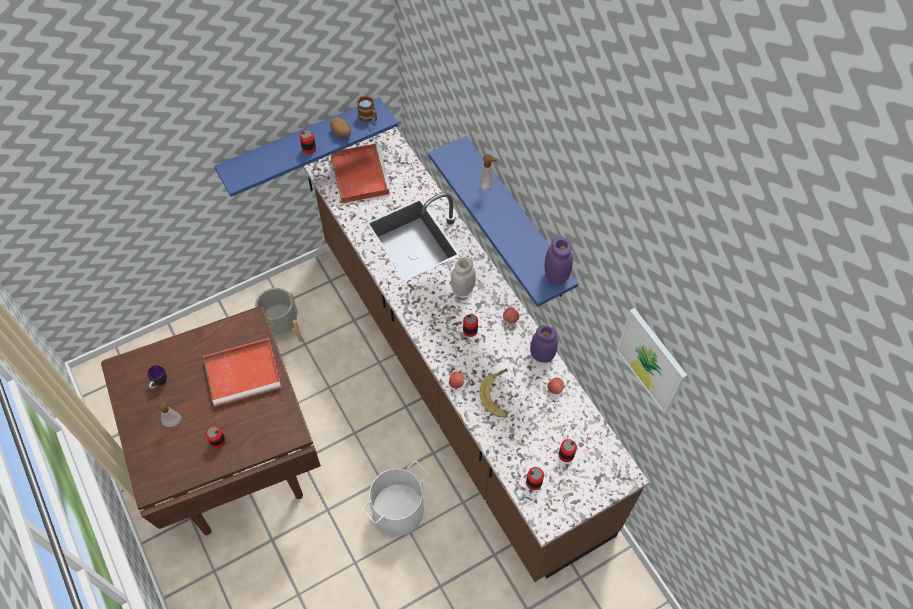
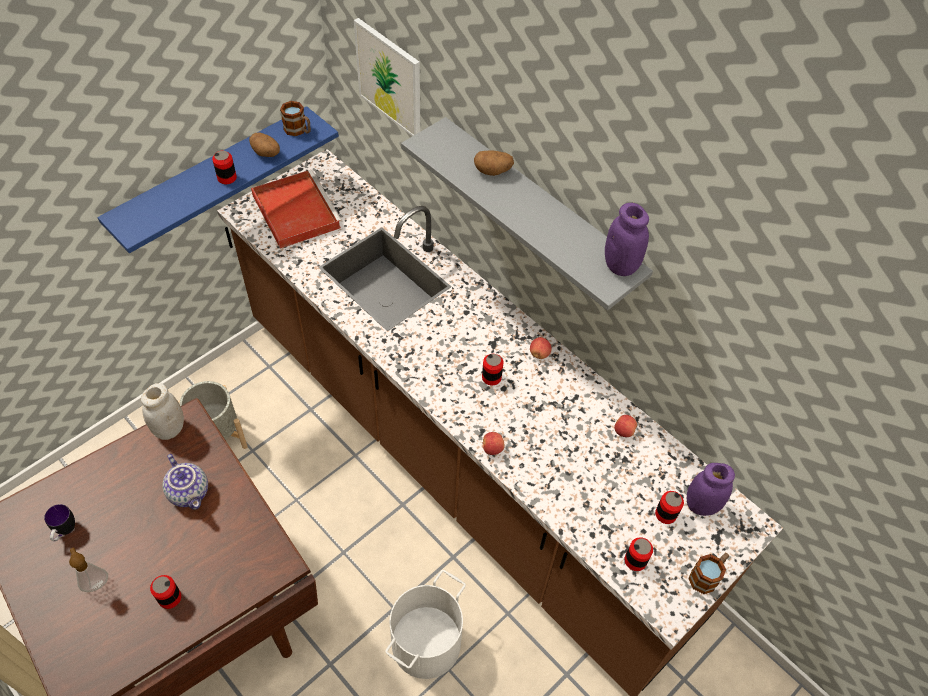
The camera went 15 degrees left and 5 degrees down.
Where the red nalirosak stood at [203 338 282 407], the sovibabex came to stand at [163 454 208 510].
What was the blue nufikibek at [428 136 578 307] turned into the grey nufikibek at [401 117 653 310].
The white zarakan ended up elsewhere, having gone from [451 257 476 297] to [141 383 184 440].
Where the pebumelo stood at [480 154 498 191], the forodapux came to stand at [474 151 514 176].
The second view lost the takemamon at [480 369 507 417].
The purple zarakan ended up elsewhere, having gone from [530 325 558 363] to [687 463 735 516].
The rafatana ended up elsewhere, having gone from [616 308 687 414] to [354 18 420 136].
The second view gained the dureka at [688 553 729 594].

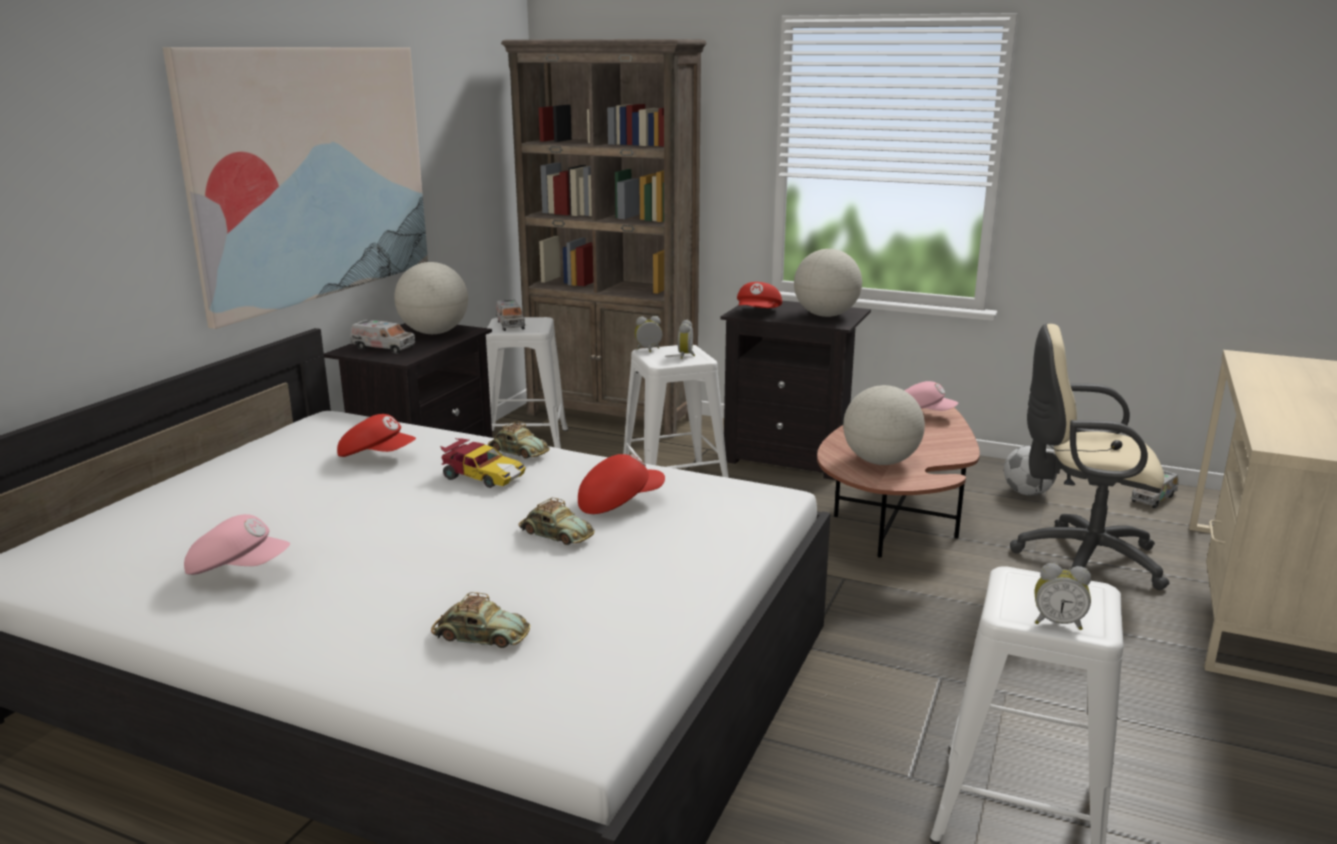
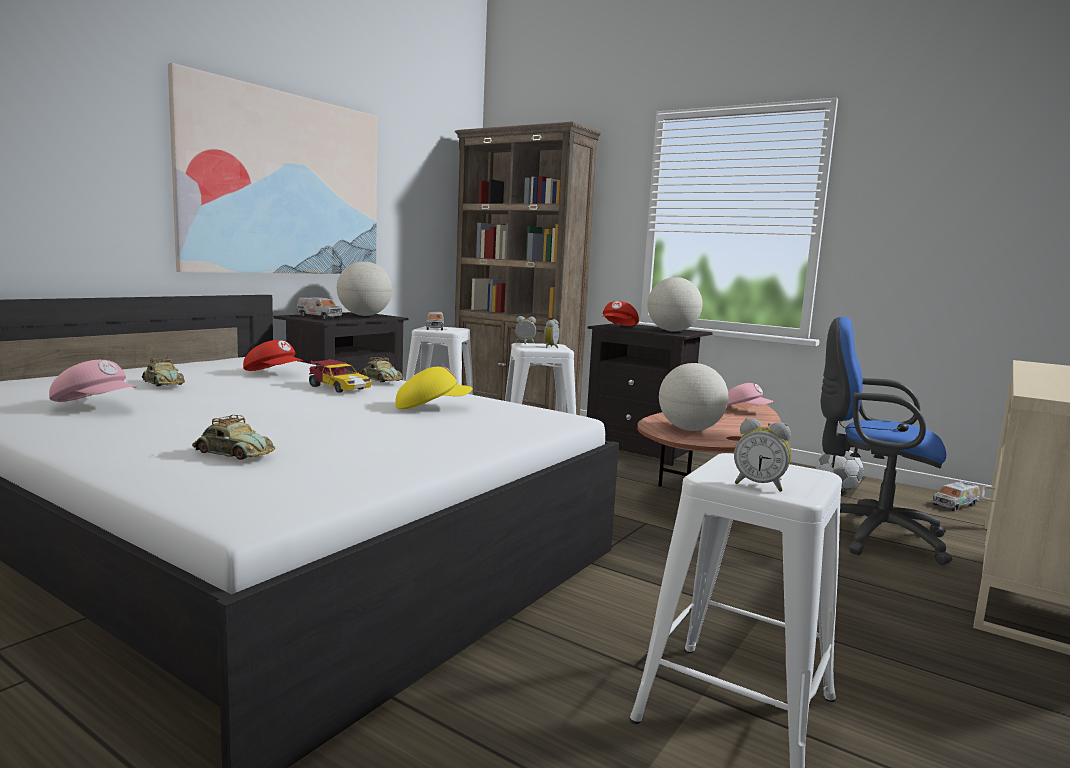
The camera went 10 degrees right and 10 degrees down.
The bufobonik ended up elsewhere, having gone from [519 498 595 545] to [142 358 185 387].
What was the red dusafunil at [578 454 665 514] turned into the yellow dusafunil at [395 367 472 409].
What was the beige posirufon at [1010 324 1169 590] turned into the blue posirufon at [821 317 952 565].

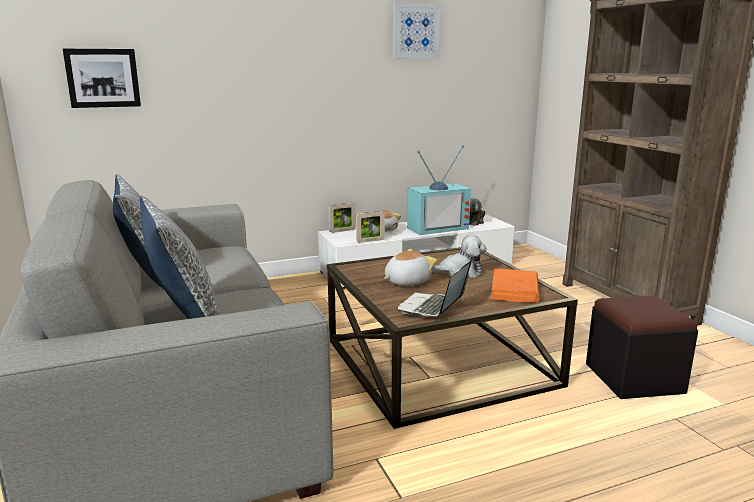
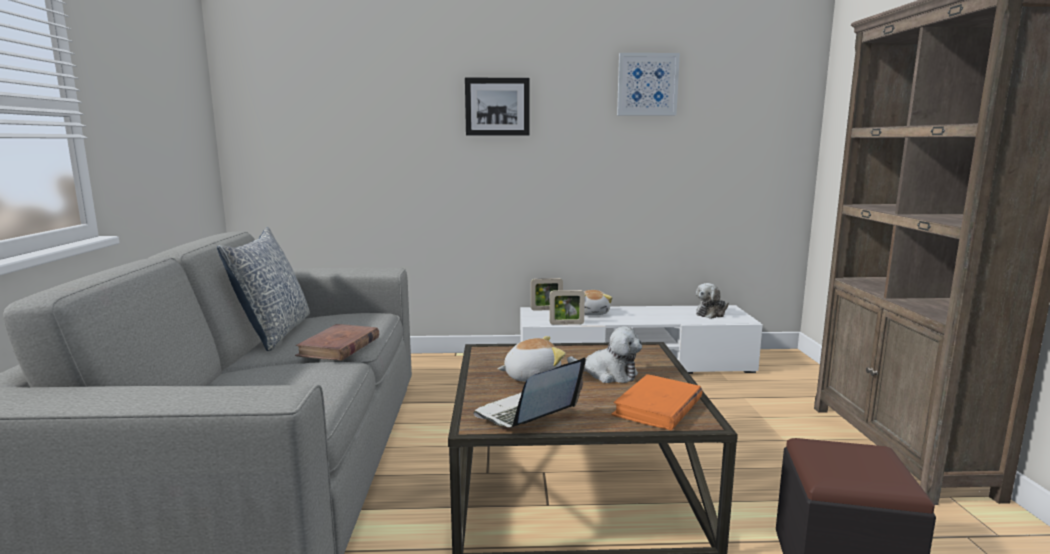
The camera went 20 degrees right and 5 degrees down.
The rafatana ended up elsewhere, having gone from [63 49 141 108] to [465 78 530 135].
The second view lost the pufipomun at [140 196 219 319].
The second view lost the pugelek at [407 145 471 235].
The second view gained the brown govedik at [295 324 379 361].

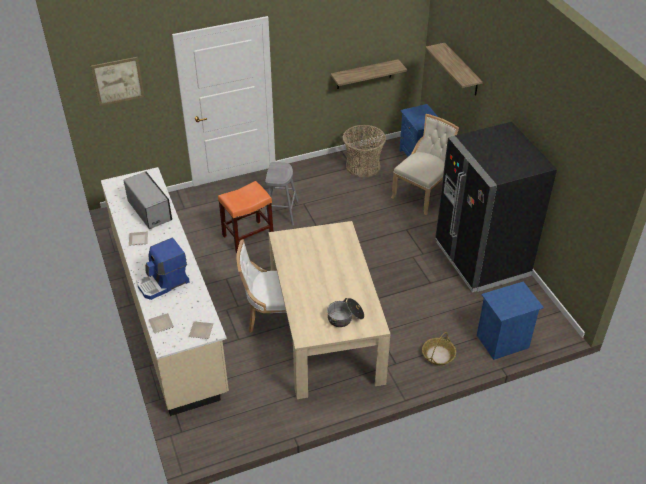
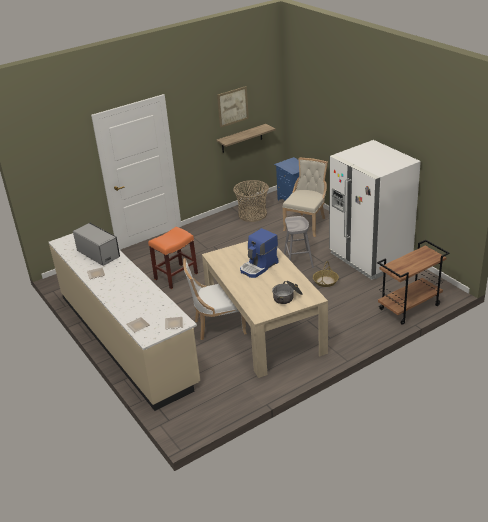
The camera went 10 degrees left and 10 degrees down.
The rafatana ended up elsewhere, having gone from [91 57 145 106] to [217 86 249 128].
The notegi ended up elsewhere, having gone from [138 238 190 300] to [240 228 279 278].
The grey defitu ended up elsewhere, having gone from [264 162 298 225] to [284 216 314 268].
The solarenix ended up elsewhere, having gone from [422 332 456 365] to [313 261 339 287].
The second view lost the nufikibek at [425 43 483 96].
What was the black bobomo at [435 122 557 292] turned into the white bobomo at [329 140 421 280].
Where the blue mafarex stood at [476 281 544 360], the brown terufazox came to stand at [377 240 450 325].

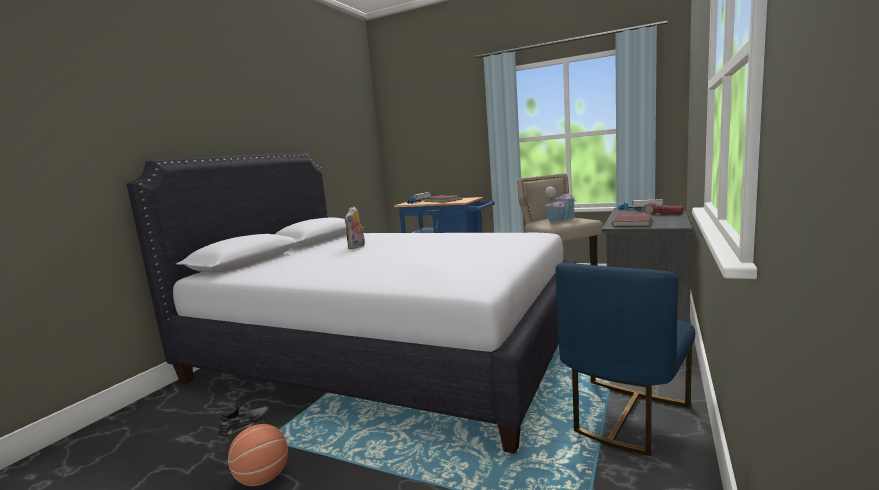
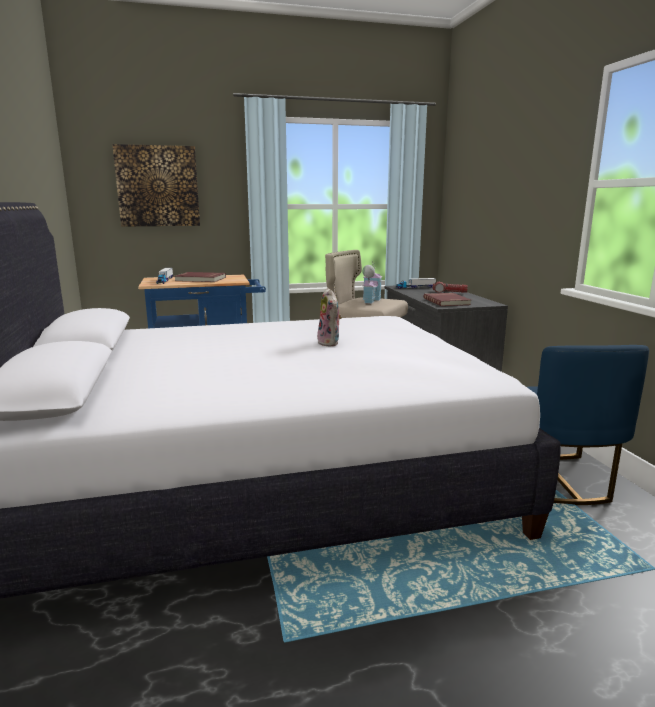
The camera went 40 degrees left and 5 degrees up.
The second view lost the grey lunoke at [218 405 270 437].
The second view lost the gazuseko at [228 424 288 486].
The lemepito ended up elsewhere, having gone from [345 206 365 249] to [317 288 342 347].
The second view gained the rafatana at [112 144 200 227].

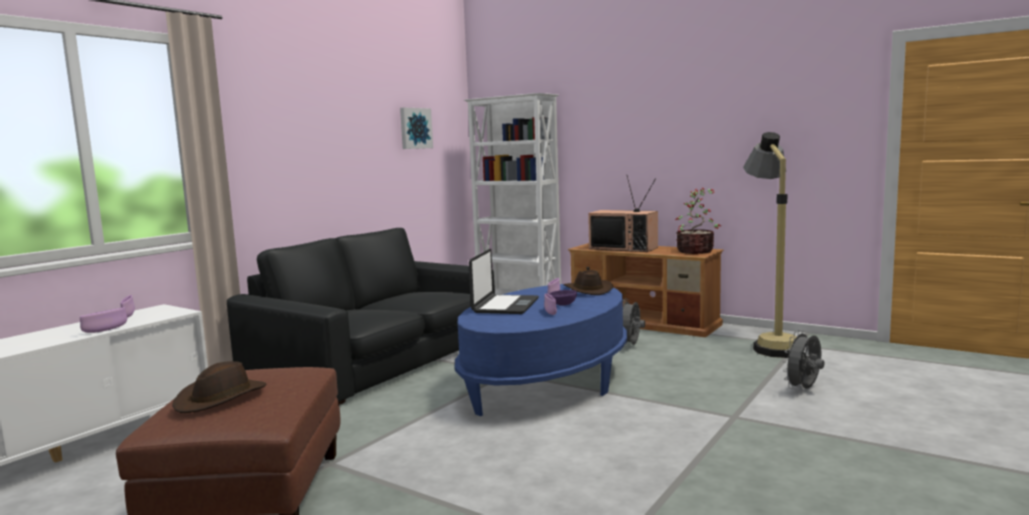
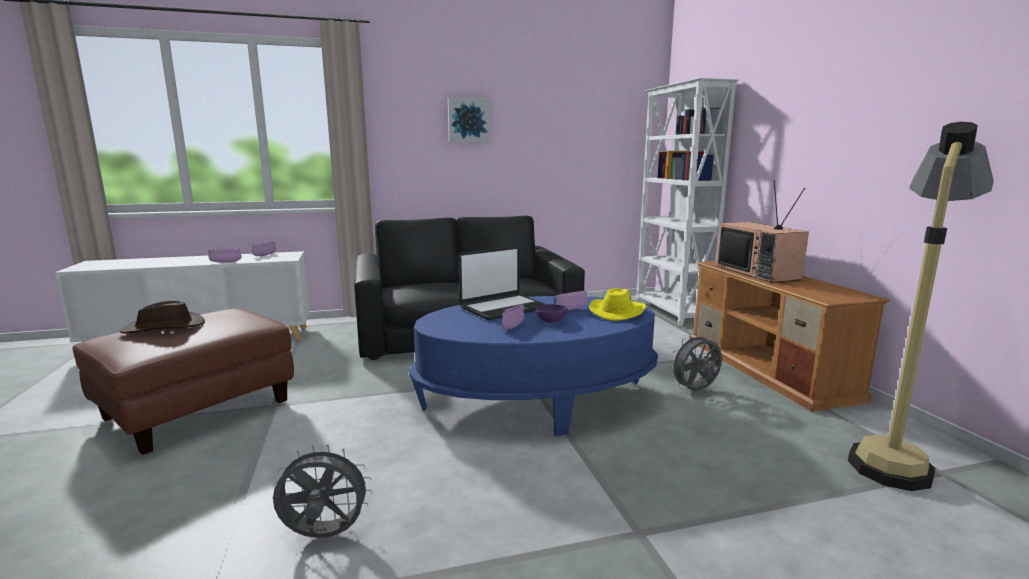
The camera went 40 degrees right and 5 degrees up.
The rafatana ended up elsewhere, having gone from [400 107 433 149] to [448 98 490 142].
What was the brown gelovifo at [564 270 613 295] turned into the yellow gelovifo at [589 288 646 321].
The second view lost the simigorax at [675 188 721 254].
The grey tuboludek ended up elsewhere, having gone from [783 330 825 390] to [273 444 372 538].

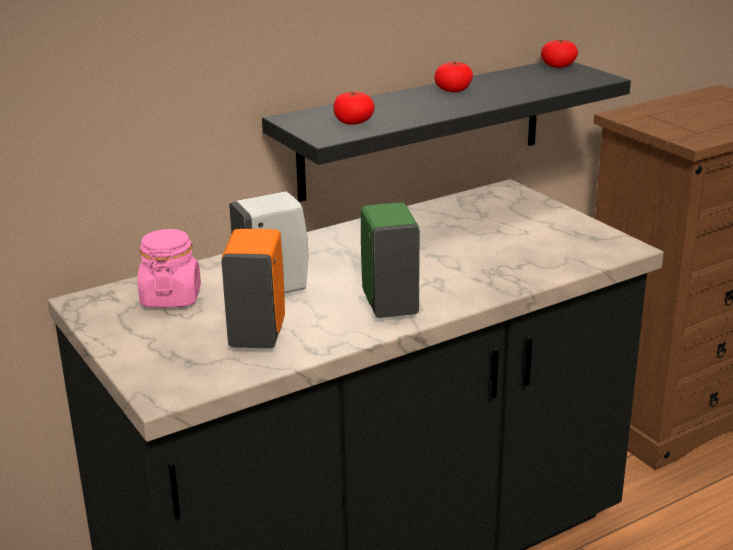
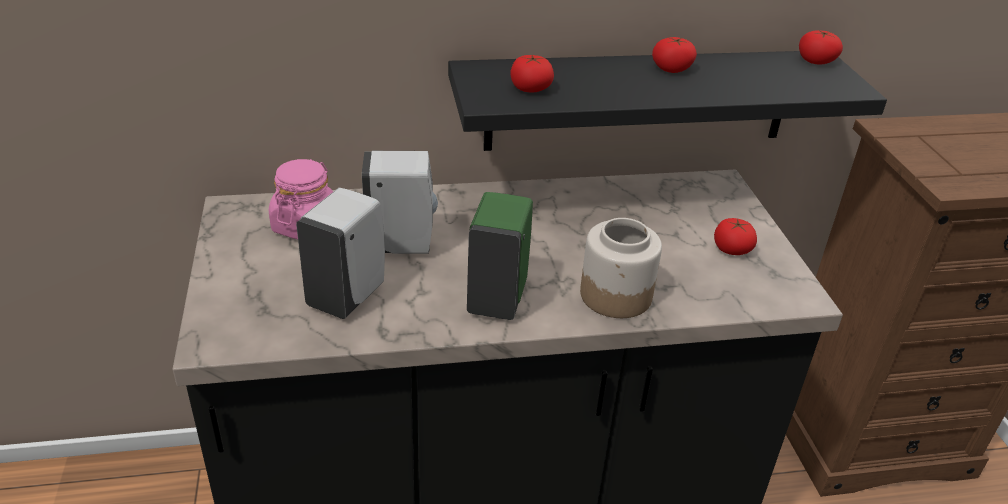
The camera went 20 degrees right and 10 degrees up.
What was the orange pebumelo at [221 229 285 348] turned into the white pebumelo at [296 188 385 319].
The second view gained the zarakan at [580 218 662 318].
The second view gained the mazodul at [714 218 757 255].

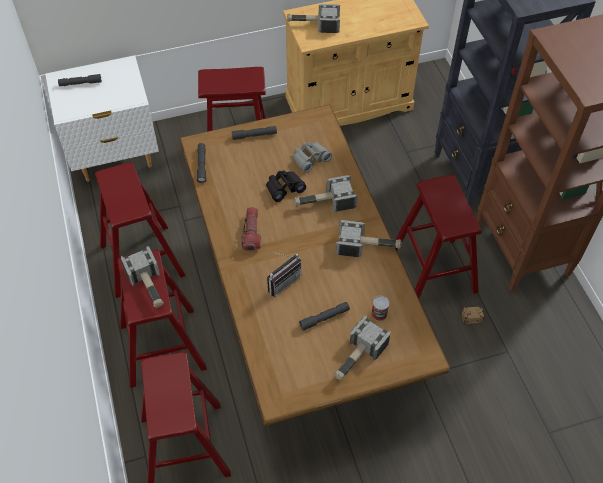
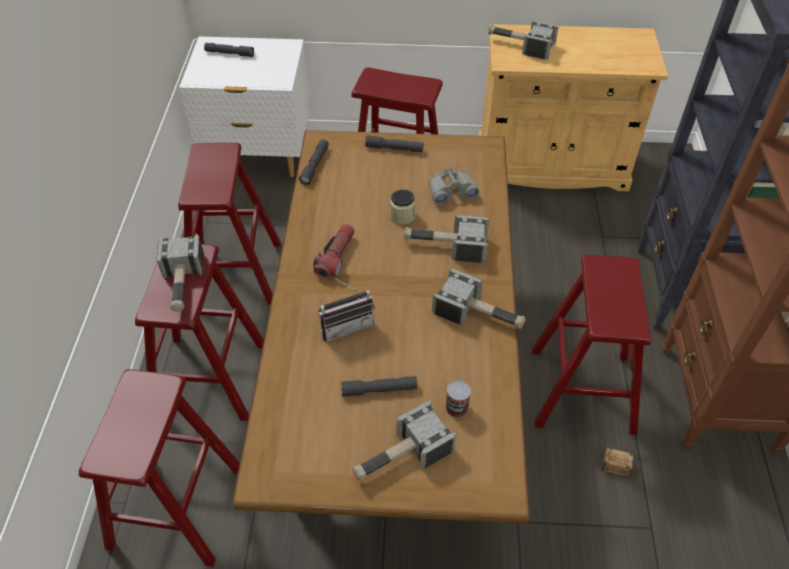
The camera went 20 degrees right and 5 degrees down.
Where the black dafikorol stood at [266 171 306 202], the zarakan came to stand at [390 189 416 224].

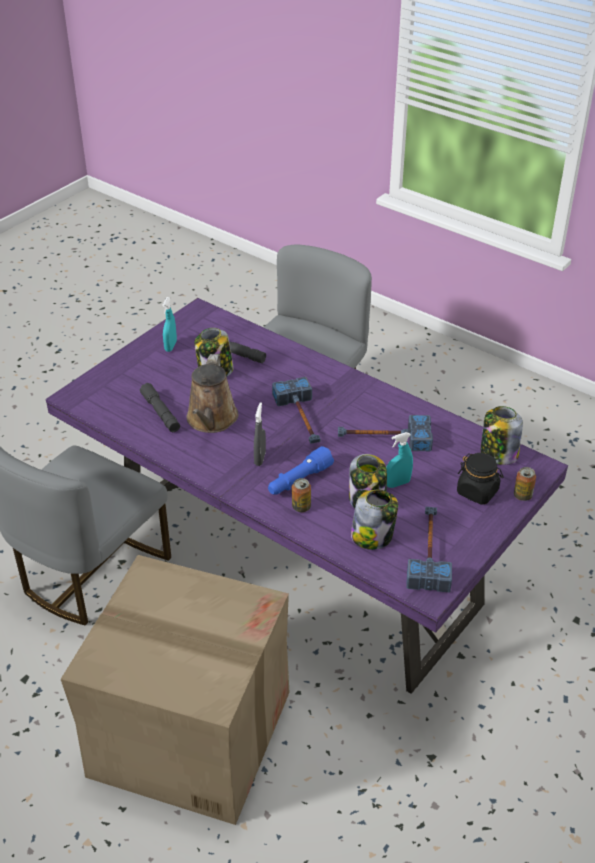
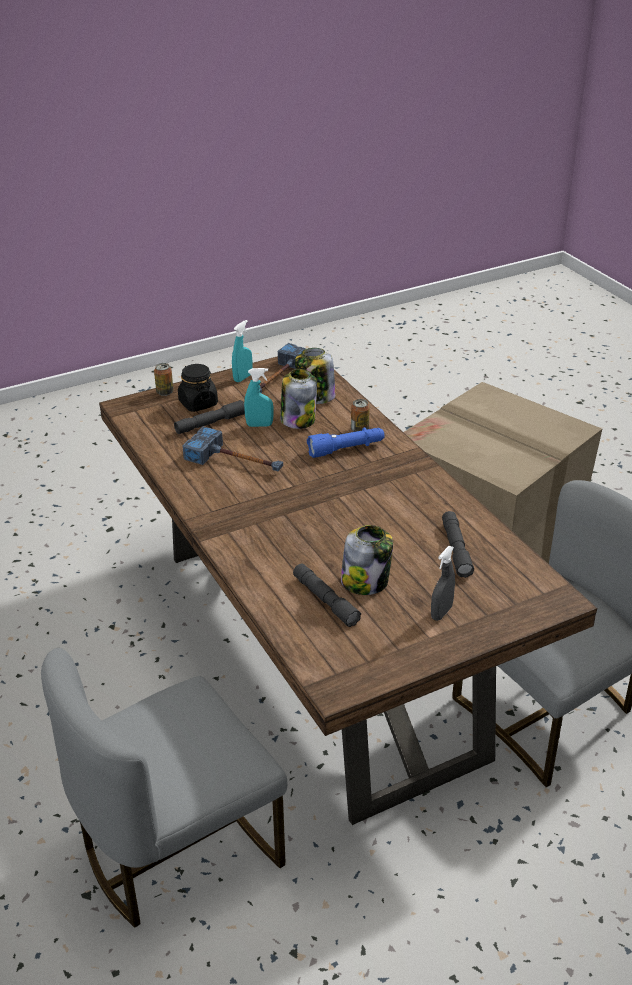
The camera went 155 degrees left and 5 degrees down.
What was the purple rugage at [46 298 568 694] turned into the brown rugage at [99 356 597 825].
The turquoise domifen ended up elsewhere, having gone from [162 297 177 352] to [232 320 252 382].
The second view lost the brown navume at [187 354 238 433].
The grey domifen ended up elsewhere, having gone from [254 402 266 466] to [431 546 455 621].
The second view lost the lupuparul at [272 377 320 444].
The second view lost the zarakan at [481 406 523 465].
The second view gained the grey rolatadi at [174 400 245 434].

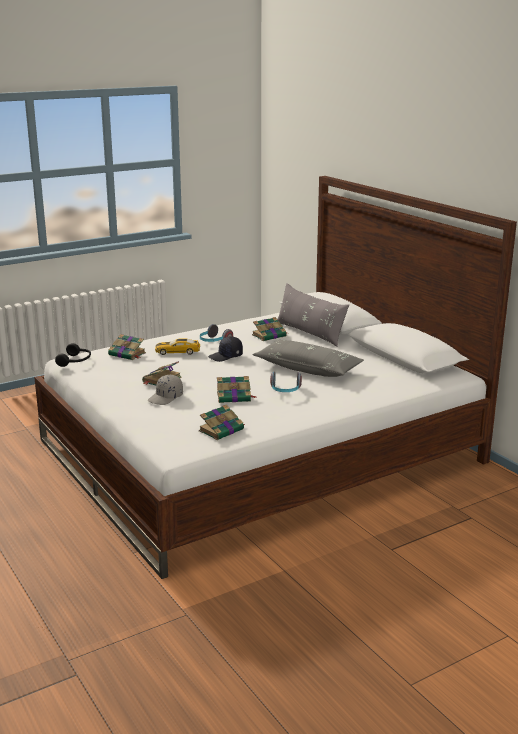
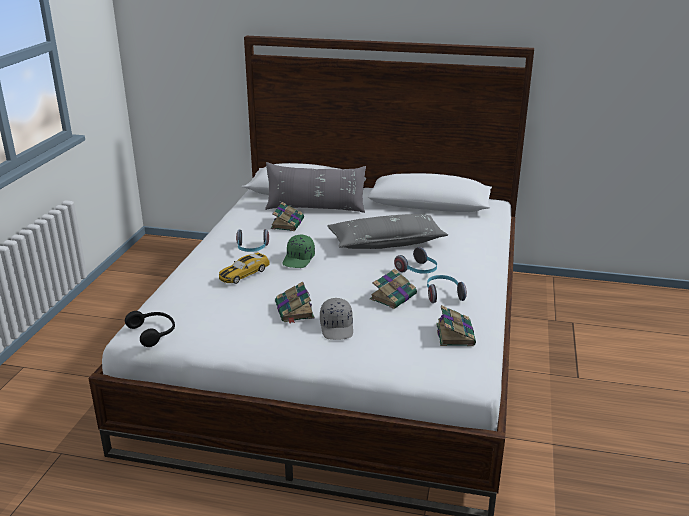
The camera went 45 degrees left and 5 degrees up.
The second view lost the govedik at [108 334 146 360].
What was the black dusafunil at [208 336 243 362] turned into the green dusafunil at [282 235 315 268].
The second view gained the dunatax at [427 275 467 303].

